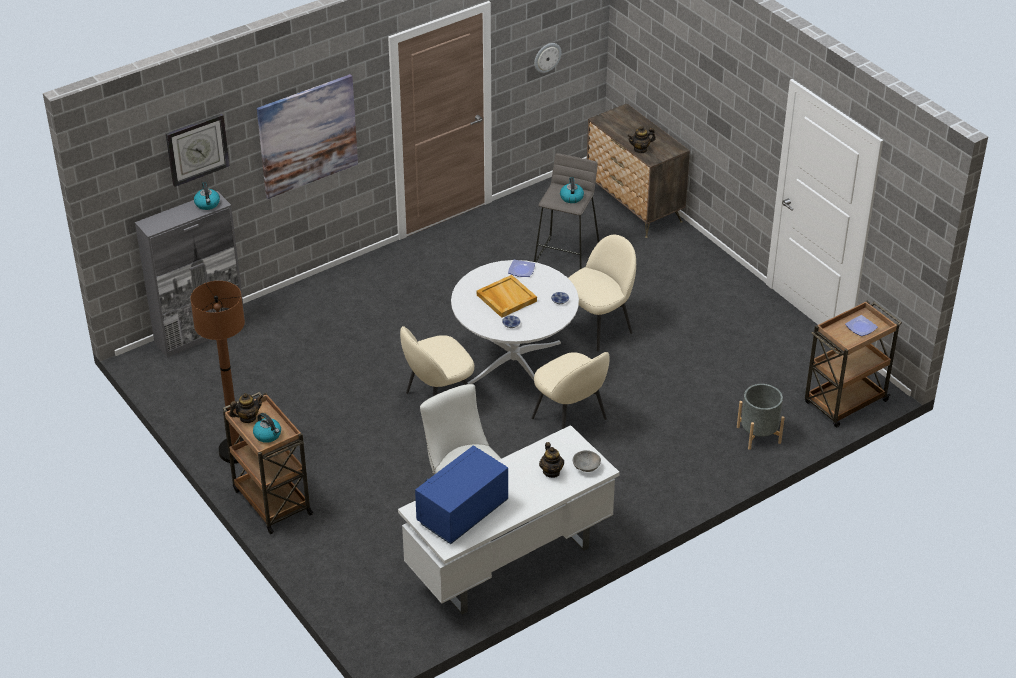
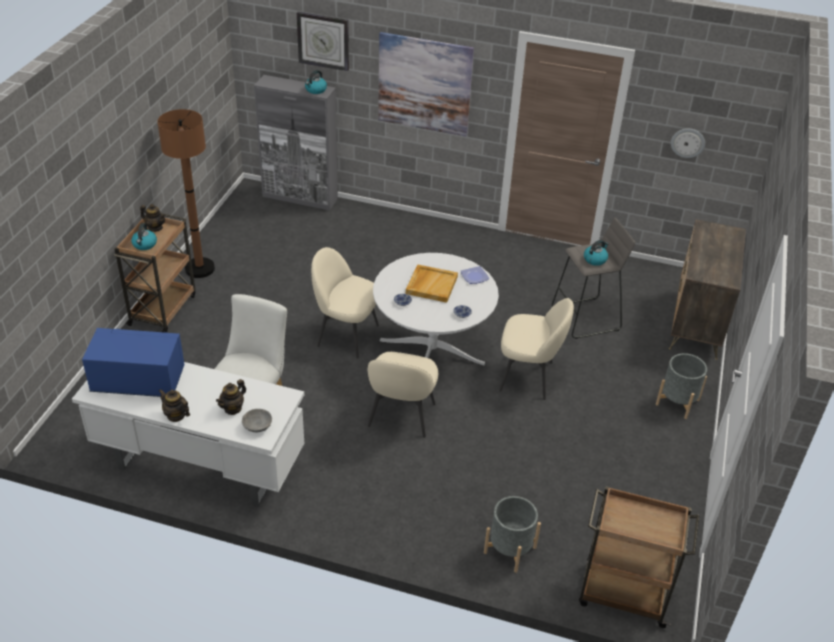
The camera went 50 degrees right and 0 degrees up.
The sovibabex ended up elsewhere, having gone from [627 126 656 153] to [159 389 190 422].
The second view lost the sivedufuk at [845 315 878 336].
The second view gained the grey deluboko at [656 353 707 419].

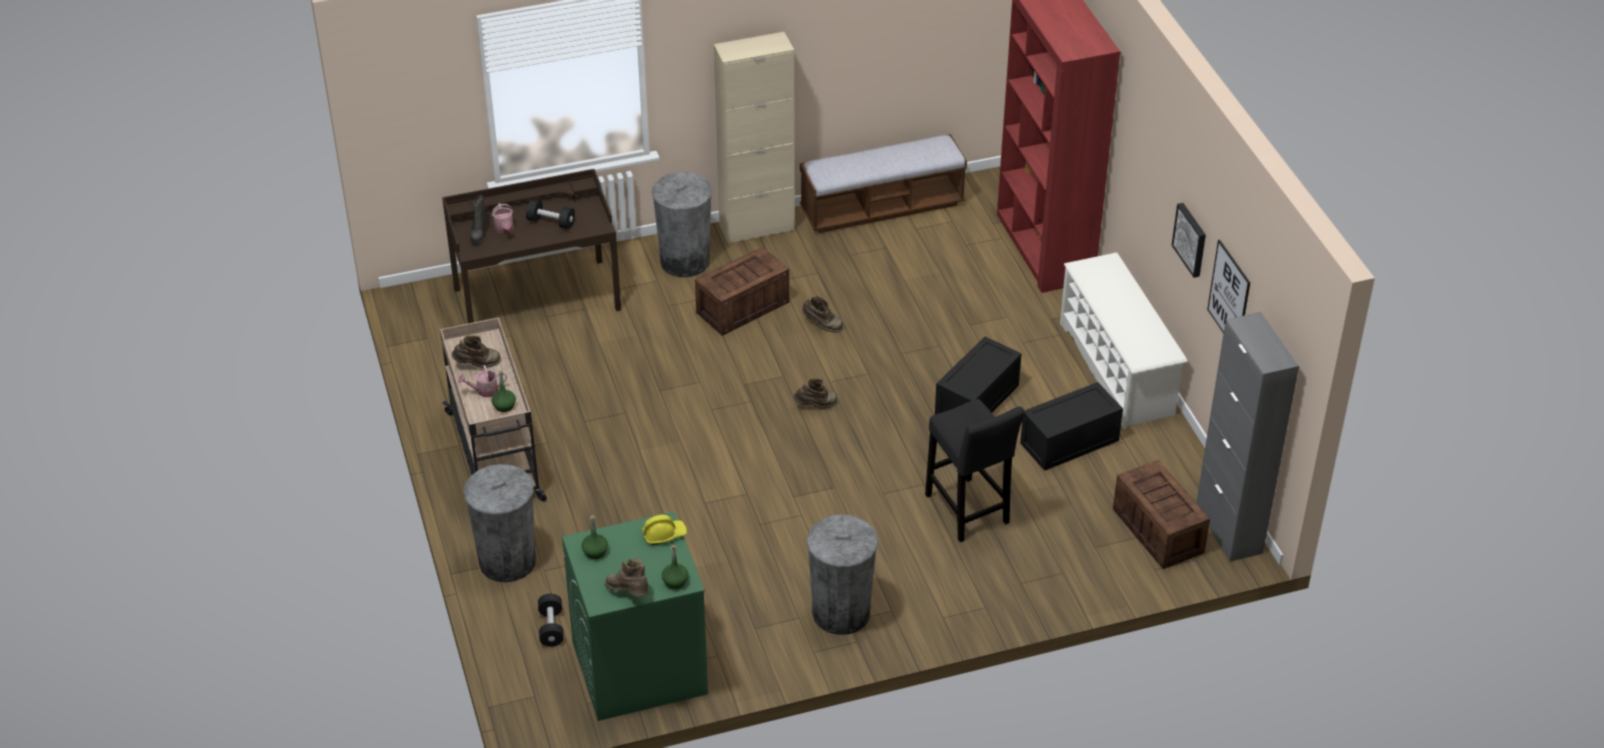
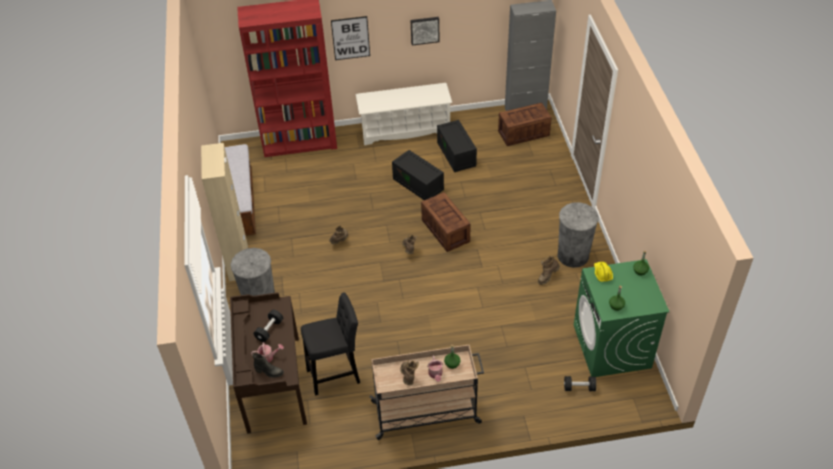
The camera went 80 degrees left and 5 degrees up.
The second view lost the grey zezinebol at [464 464 536 582].
The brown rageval ended up elsewhere, having gone from [604 557 649 597] to [538 256 560 285].
The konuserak ended up elsewhere, having gone from [695 247 789 336] to [421 192 471 252].
The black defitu ended up elsewhere, having gone from [925 399 1025 542] to [301 293 360 395].
The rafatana ended up elsewhere, having gone from [1207 240 1250 333] to [331 16 370 60].

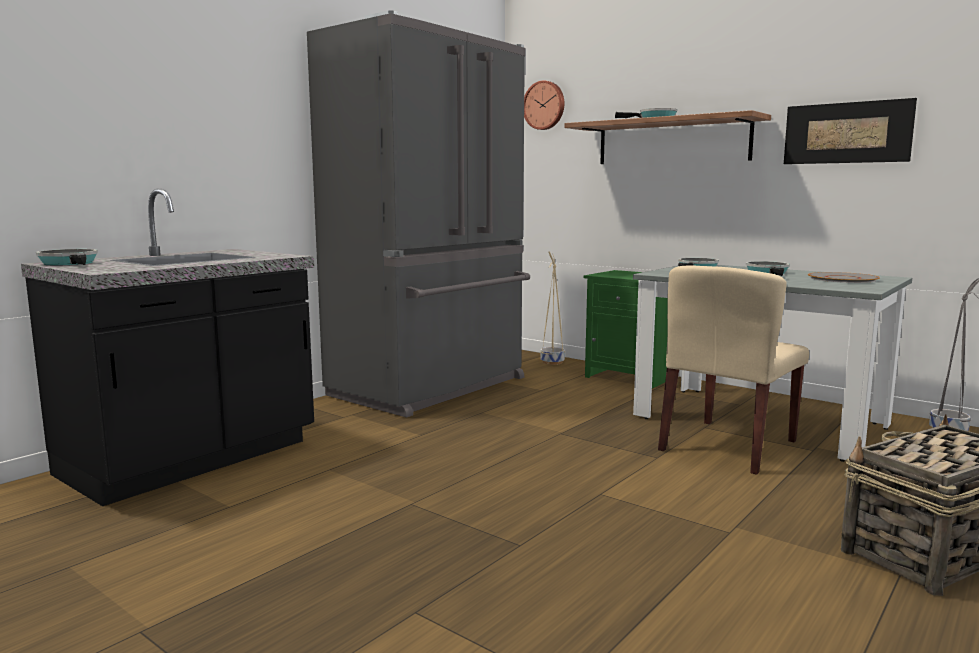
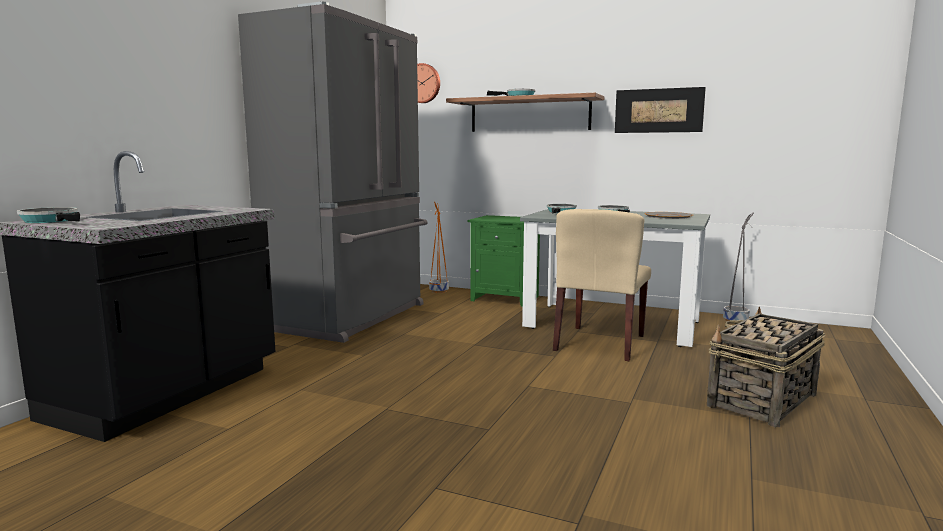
The camera went 15 degrees left and 0 degrees up.
What was the beige deluboko at [540 251 565 365] turned into the orange deluboko at [429 202 449 293].

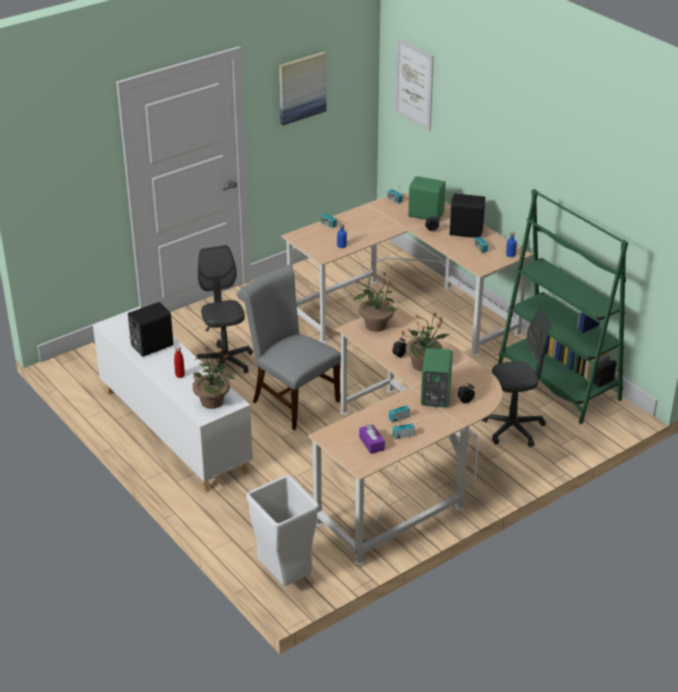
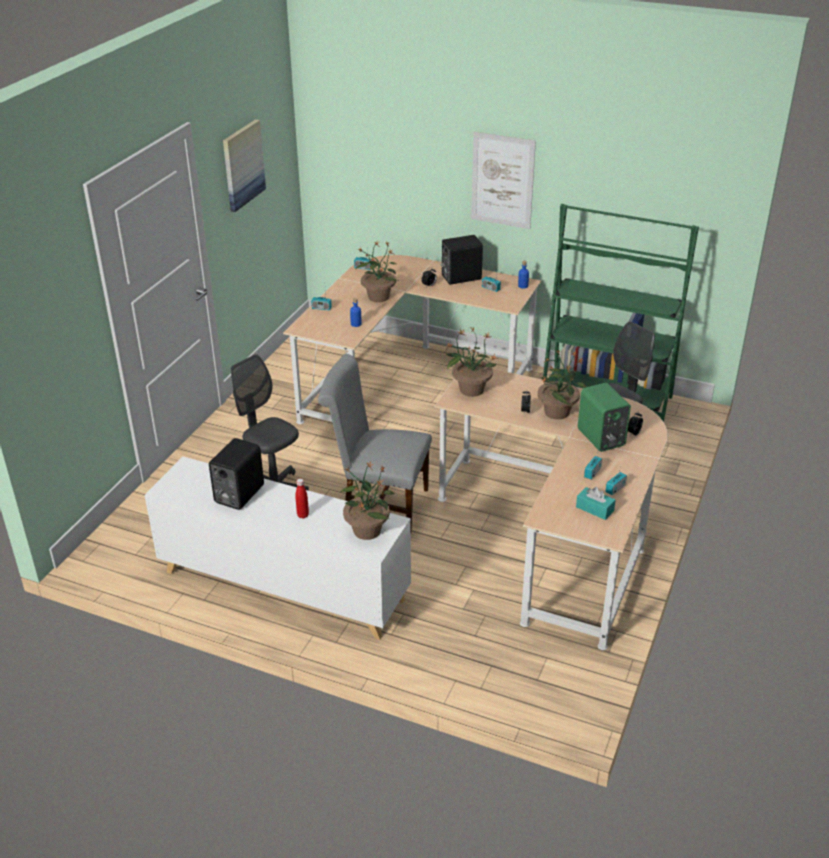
The camera went 30 degrees left and 0 degrees up.
The second view lost the white zezinebol at [246 475 319 586].
What was the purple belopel at [359 424 385 454] turned into the turquoise belopel at [576 487 616 520].
The rafatana ended up elsewhere, having gone from [395 38 434 132] to [471 132 536 229].
The second view lost the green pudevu at [408 176 446 220].
The second view gained the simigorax at [355 242 398 302].

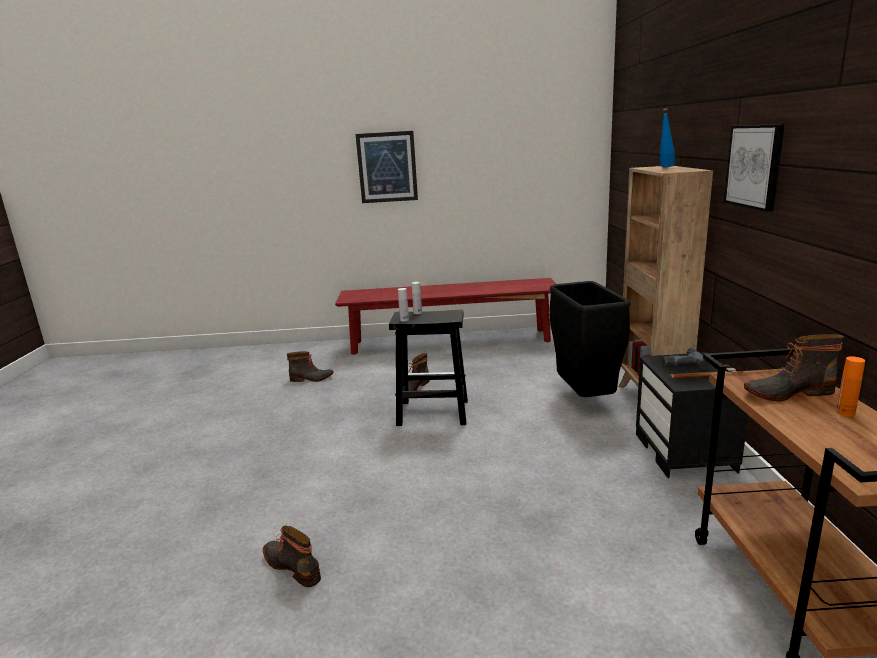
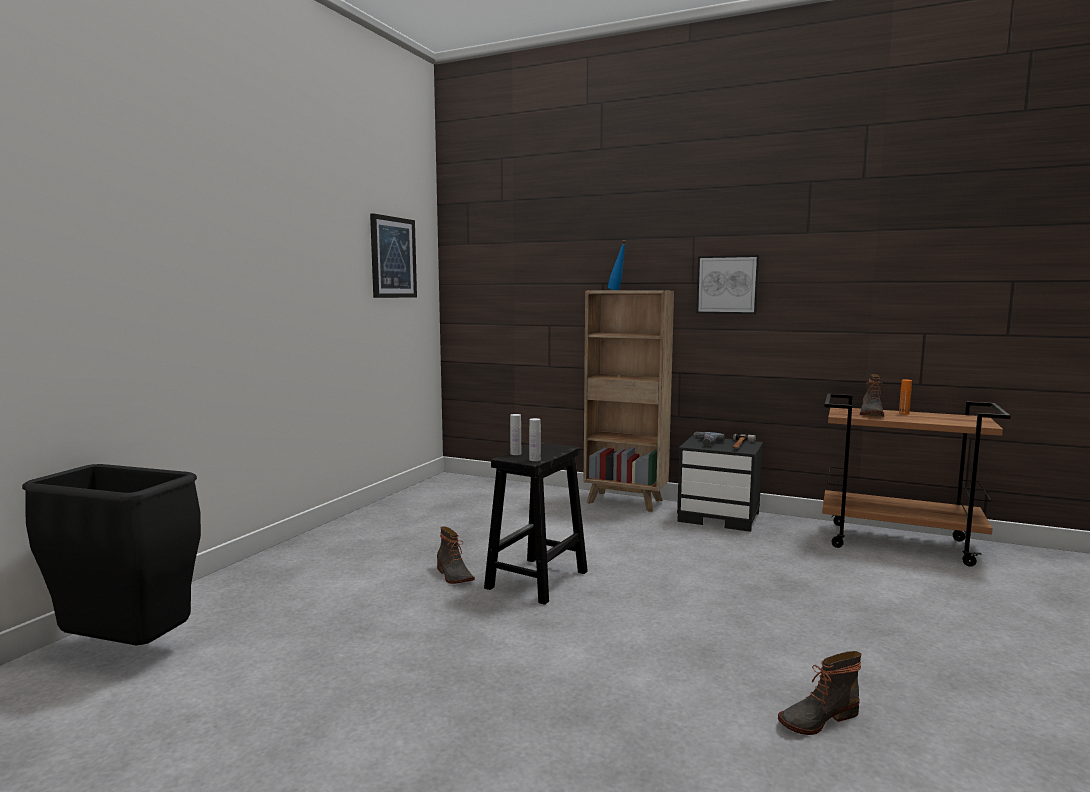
The camera went 65 degrees left and 10 degrees down.
The second view lost the rageval at [287 351 333 382].
The second view lost the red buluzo at [335 278 556 355].
The rafatana ended up elsewhere, having gone from [356 131 418 203] to [370 213 417 298].
The black zezinebol ended up elsewhere, having gone from [550 281 631 397] to [22 464 201 645].

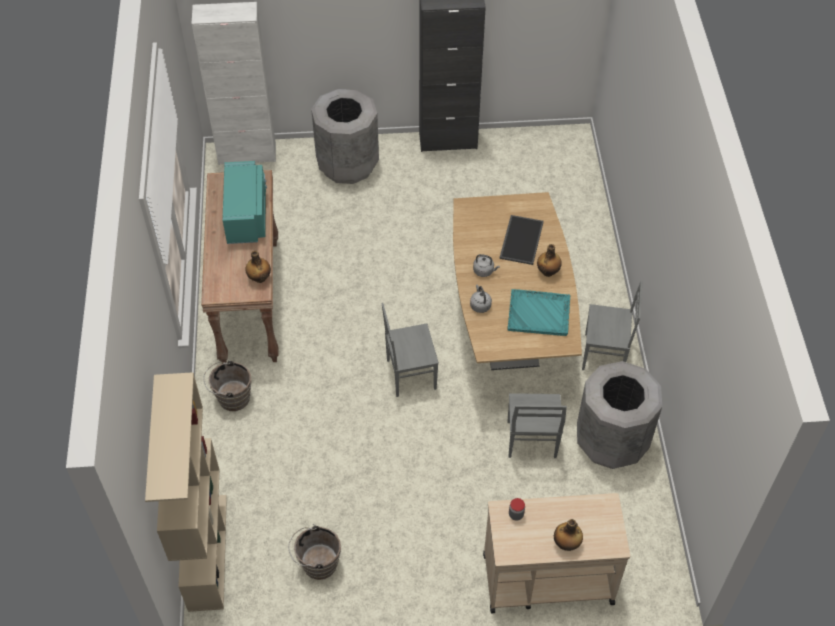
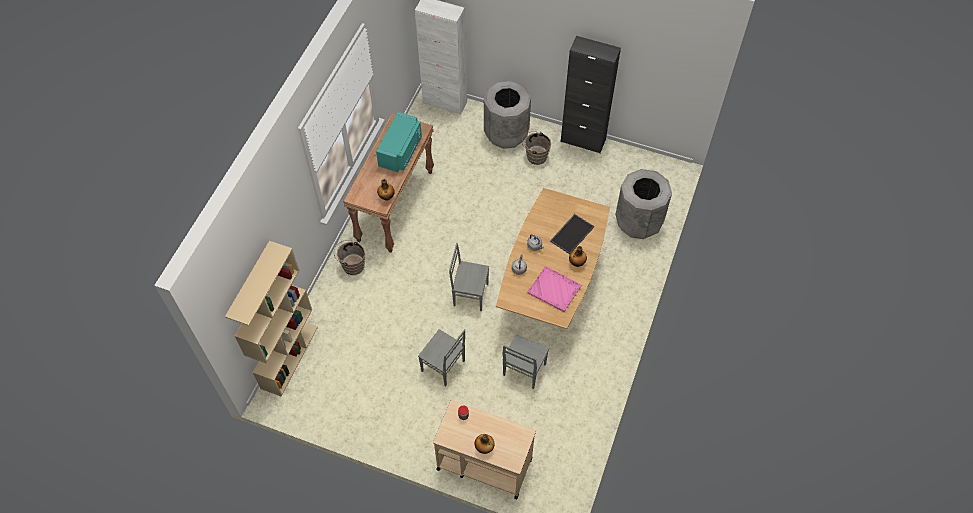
The camera went 25 degrees right and 5 degrees up.
The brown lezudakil ended up elsewhere, having gone from [288 524 341 580] to [522 131 551 165].
What was the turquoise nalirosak at [507 289 570 336] turned into the pink nalirosak at [527 266 582 312].
The grey zezinebol ended up elsewhere, having gone from [577 361 662 469] to [616 169 672 239].
The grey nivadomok ended up elsewhere, having gone from [582 281 643 370] to [418 329 465 386].

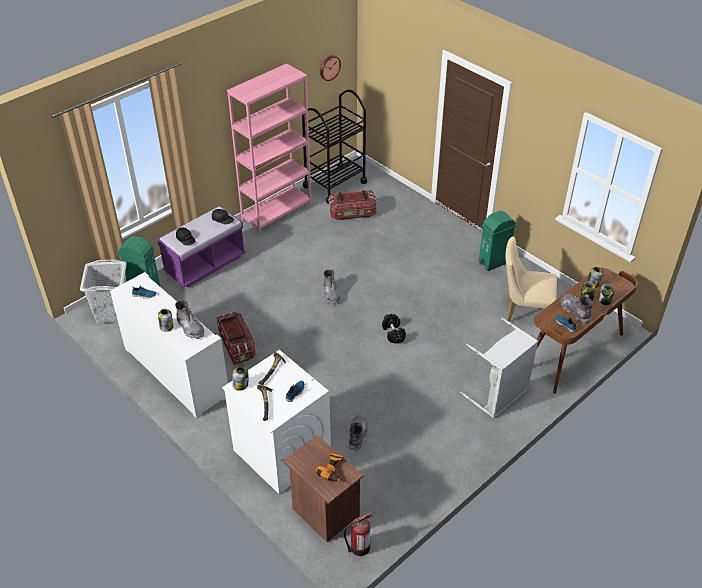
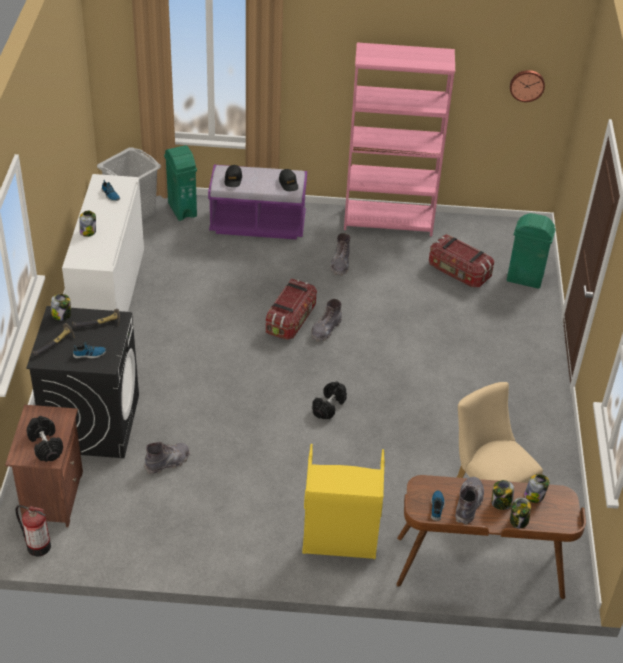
The camera went 45 degrees right and 0 degrees up.
The grey rageval ended up elsewhere, having gone from [175 300 205 339] to [330 233 351 276].
The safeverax ended up elsewhere, having gone from [217 312 256 365] to [266 278 317 340].
What was the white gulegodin at [222 350 331 494] turned into the black gulegodin at [26 306 139 458].
The second view lost the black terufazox at [302 90 367 204].
Where the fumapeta stood at [316 453 346 484], the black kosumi came to stand at [27 416 63 462].
What was the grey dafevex at [460 318 538 418] turned into the yellow dafevex at [302 444 385 559].
The green zezinebol ended up elsewhere, having gone from [479 211 517 271] to [507 213 556 289].

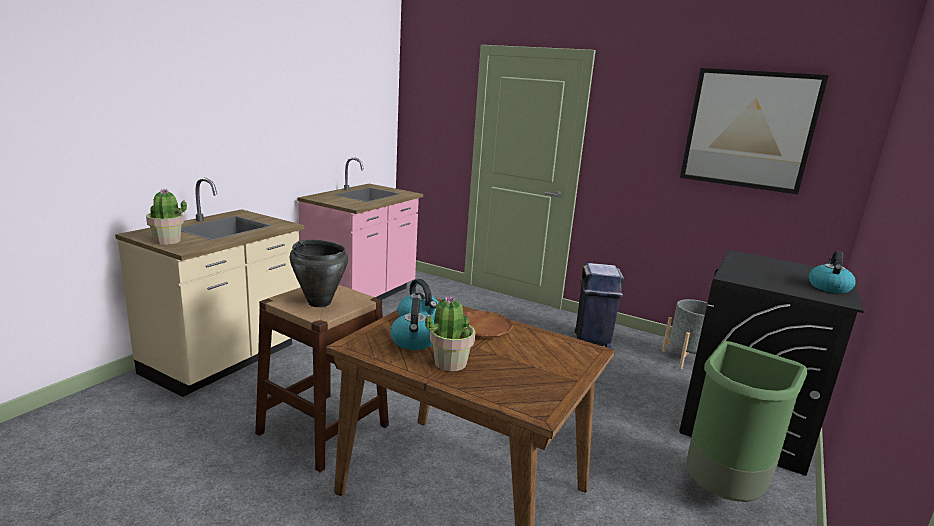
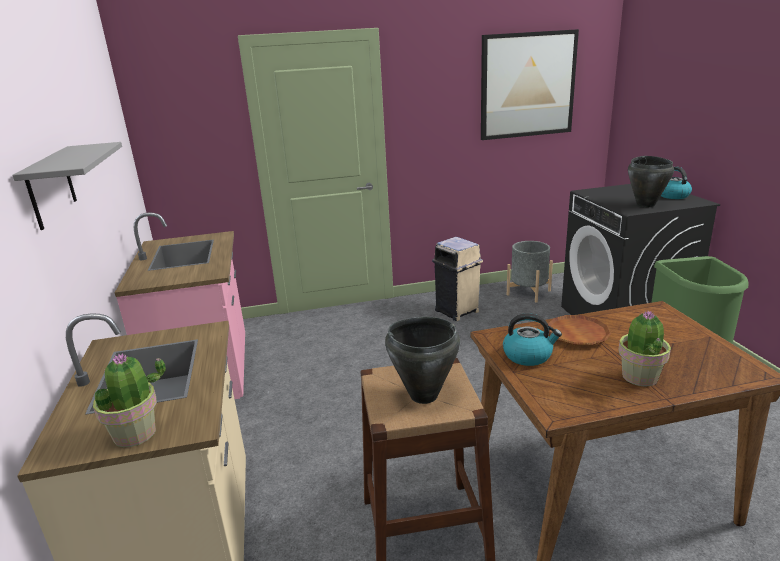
The camera went 40 degrees left and 5 degrees up.
The second view lost the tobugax at [390 298 434 350].
What was the blue zezinebol at [575 263 624 348] turned into the beige zezinebol at [432 237 483 321].
The second view gained the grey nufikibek at [12 142 122 230].
The second view gained the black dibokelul at [628 156 674 207].

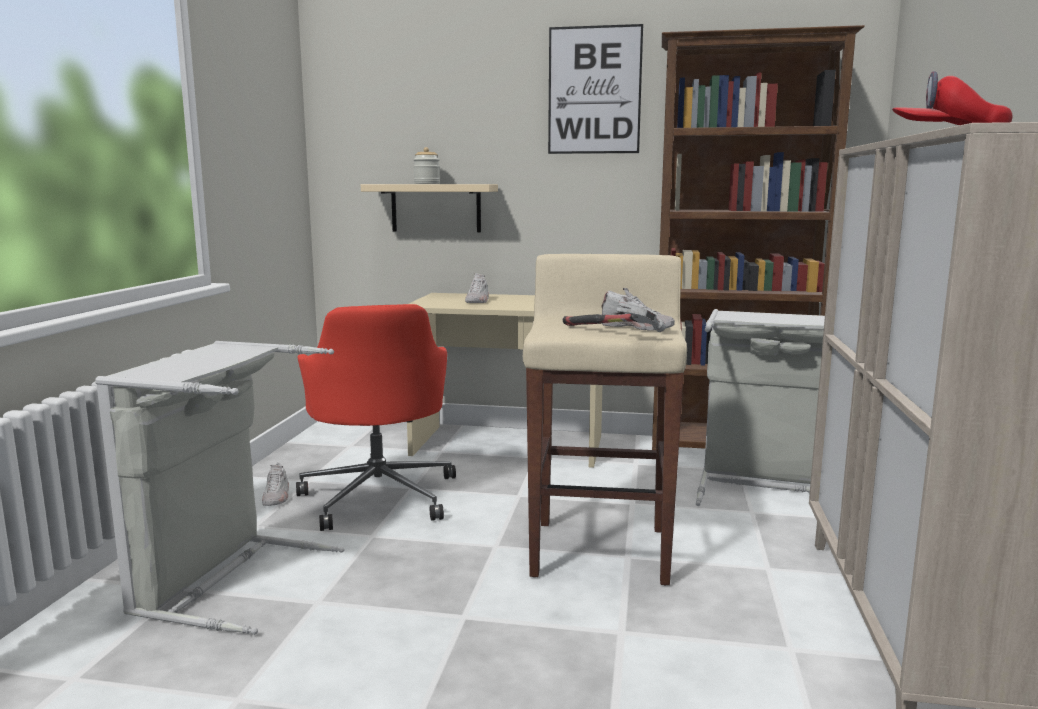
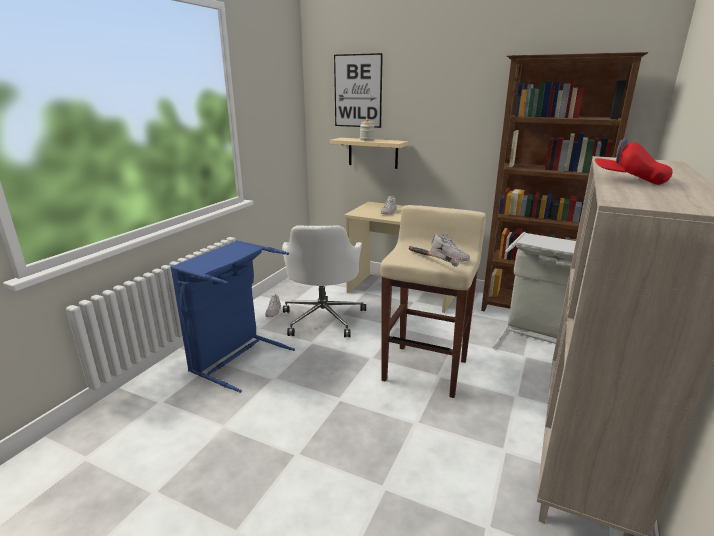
The camera went 15 degrees right and 10 degrees up.
What was the grey dafevex at [95 341 345 635] turned into the blue dafevex at [170 240 295 393].
What was the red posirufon at [296 304 456 531] turned into the white posirufon at [282 225 366 337].
The rafatana ended up elsewhere, having gone from [548 24 643 154] to [334 53 383 128].

